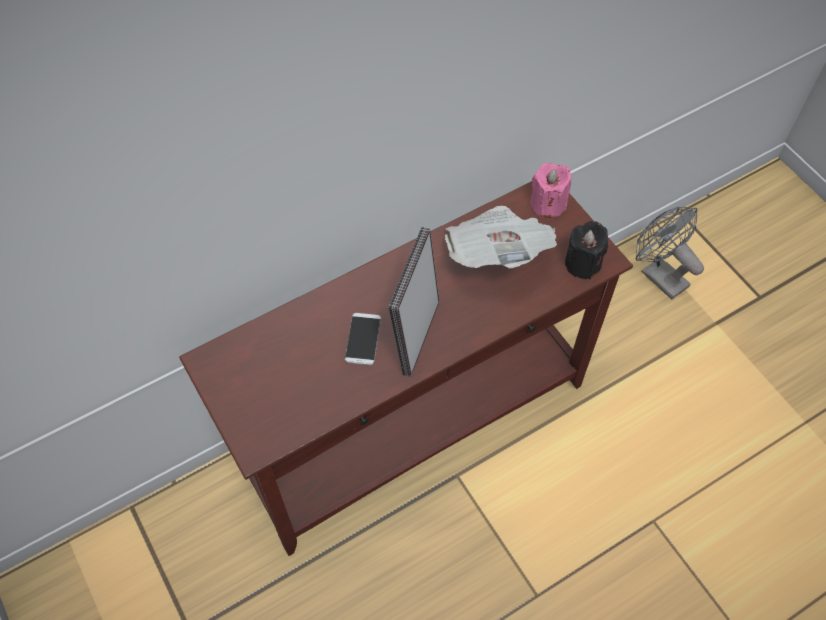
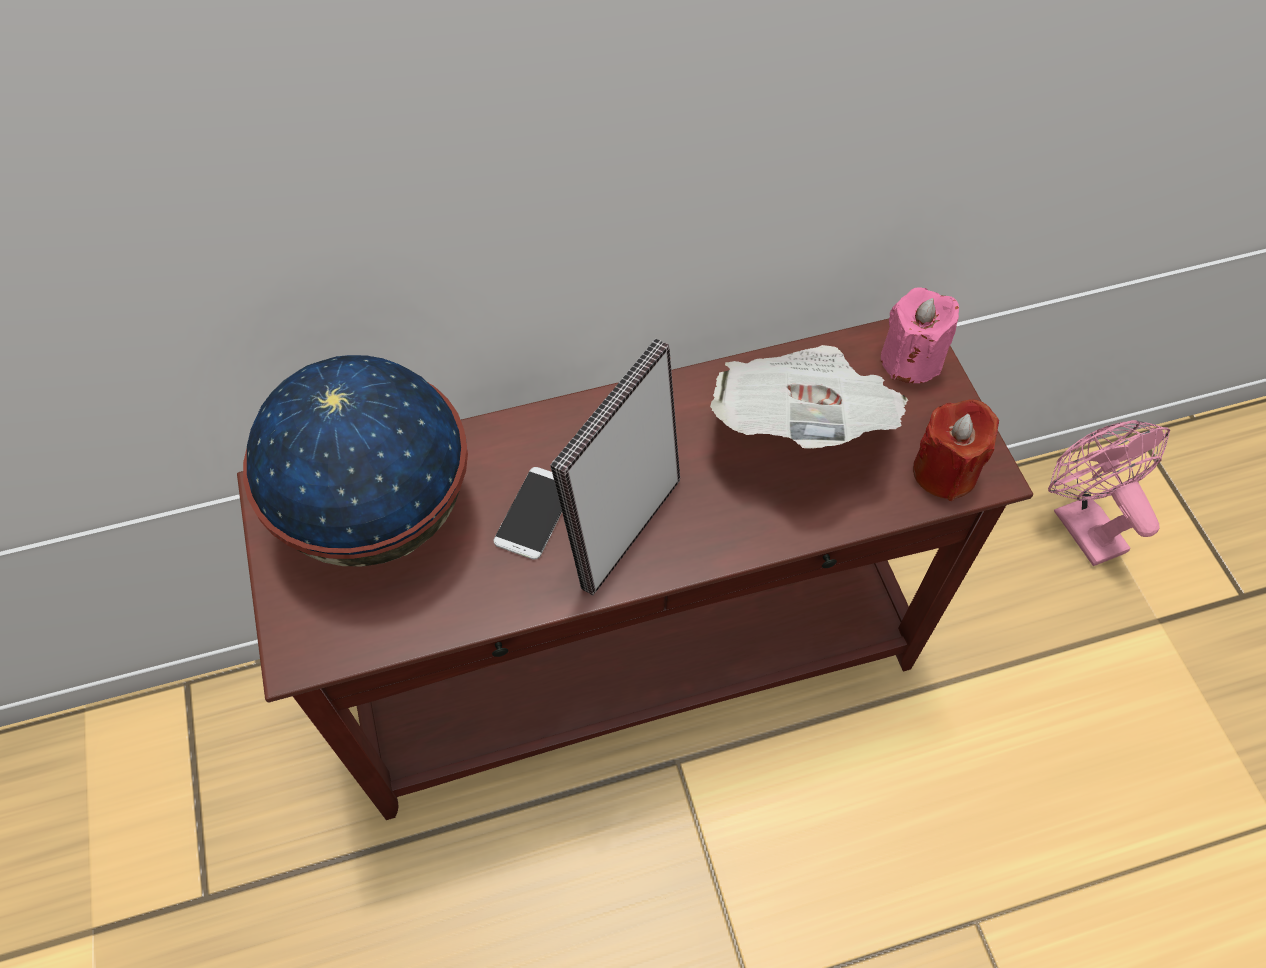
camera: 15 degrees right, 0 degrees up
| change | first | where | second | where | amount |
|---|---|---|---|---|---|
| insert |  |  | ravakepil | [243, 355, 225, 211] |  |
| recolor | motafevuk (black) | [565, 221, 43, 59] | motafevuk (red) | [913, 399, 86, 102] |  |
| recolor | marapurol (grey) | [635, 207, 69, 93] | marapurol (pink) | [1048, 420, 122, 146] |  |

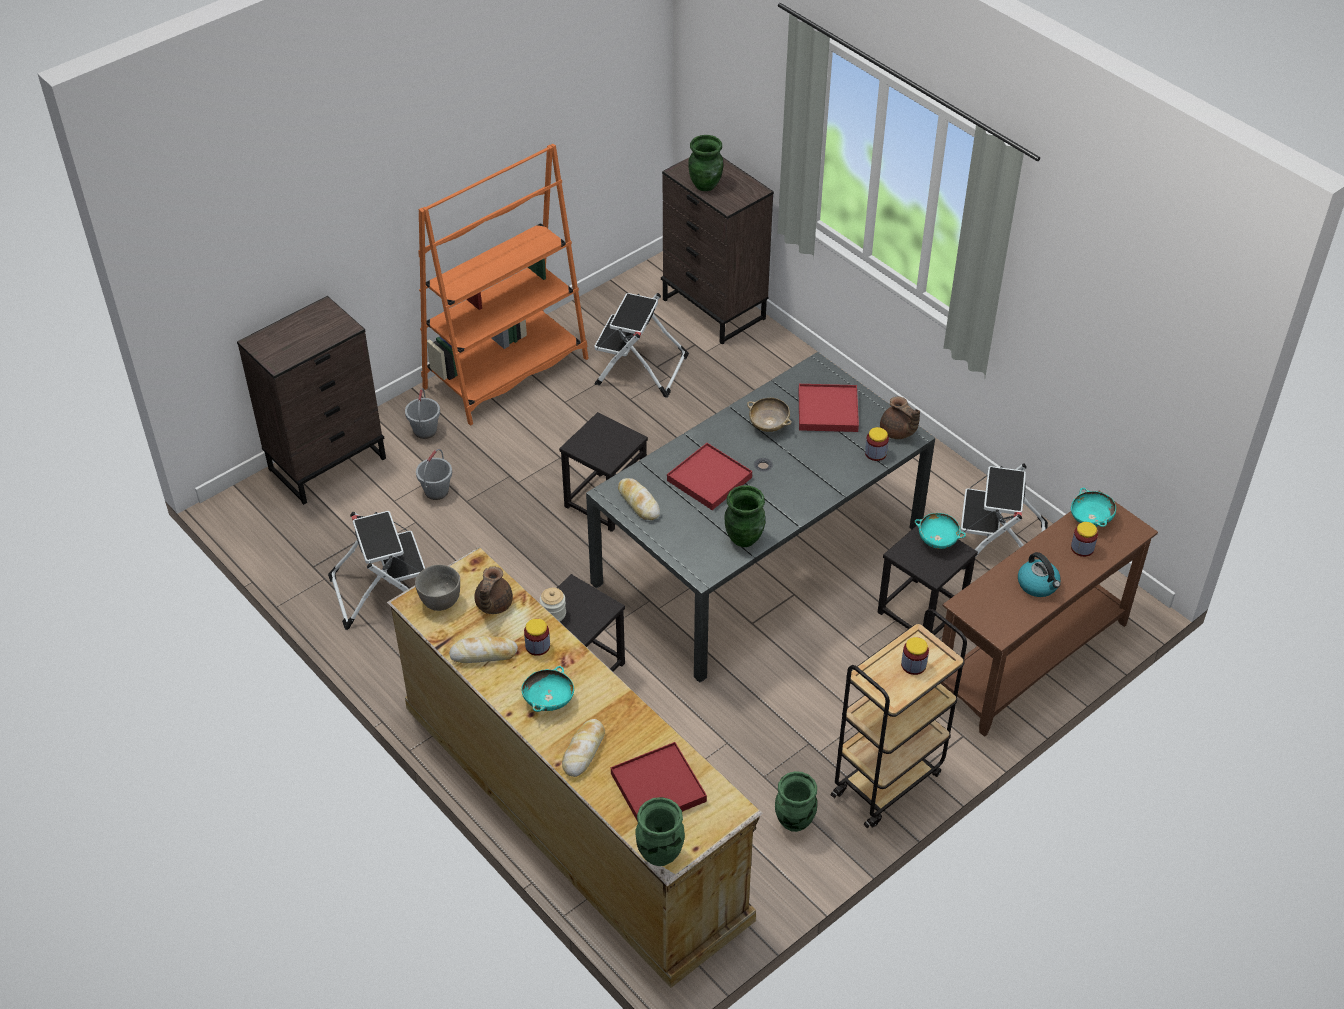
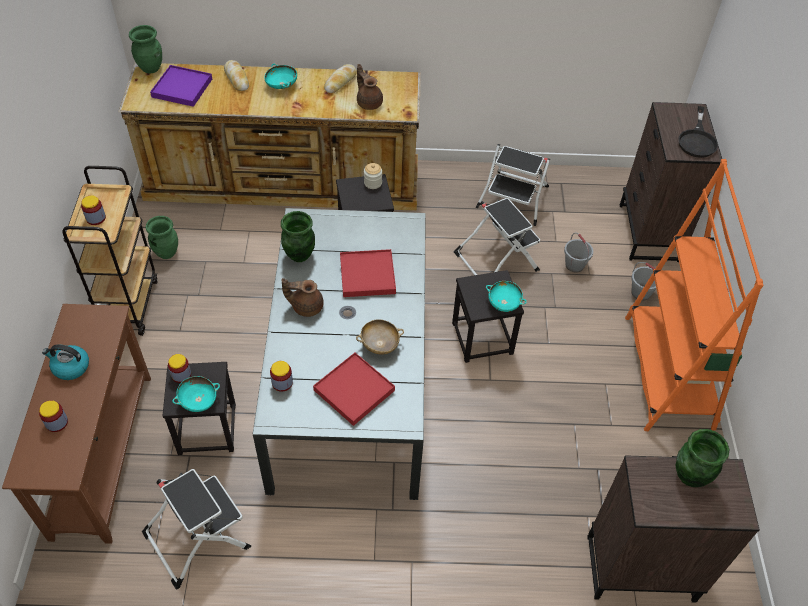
camera: 130 degrees right, 5 degrees up
| change | first | where | second | where | amount |
|---|---|---|---|---|---|
| recolor | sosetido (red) | [611, 742, 96, 80] | sosetido (purple) | [150, 65, 62, 42] |  |
| move | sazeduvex | [524, 618, 26, 38] |  | [168, 354, 23, 29] |  |
| move | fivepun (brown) | [880, 397, 40, 42] |  | [281, 278, 43, 39] |  |
| move | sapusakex | [594, 293, 95, 105] |  | [454, 198, 86, 77] |  |
| move | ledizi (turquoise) | [1071, 488, 45, 39] |  | [486, 281, 41, 31] |  |
| insert |  |  | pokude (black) | [678, 106, 40, 52] |  |
| delete | ledizi (grey) | [415, 565, 45, 46] |  |  |  |
| delete | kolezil | [618, 478, 42, 42] |  |  |  |

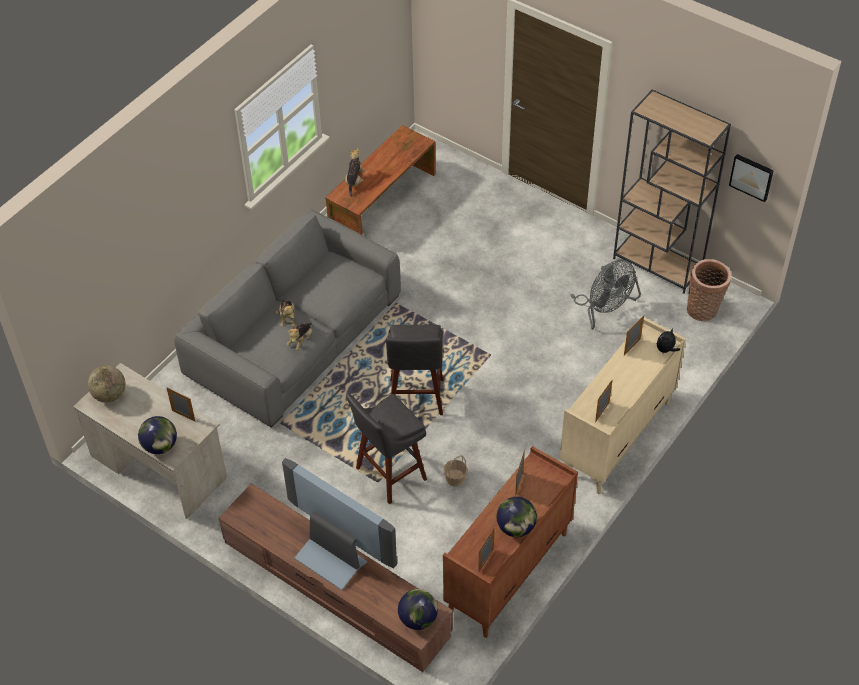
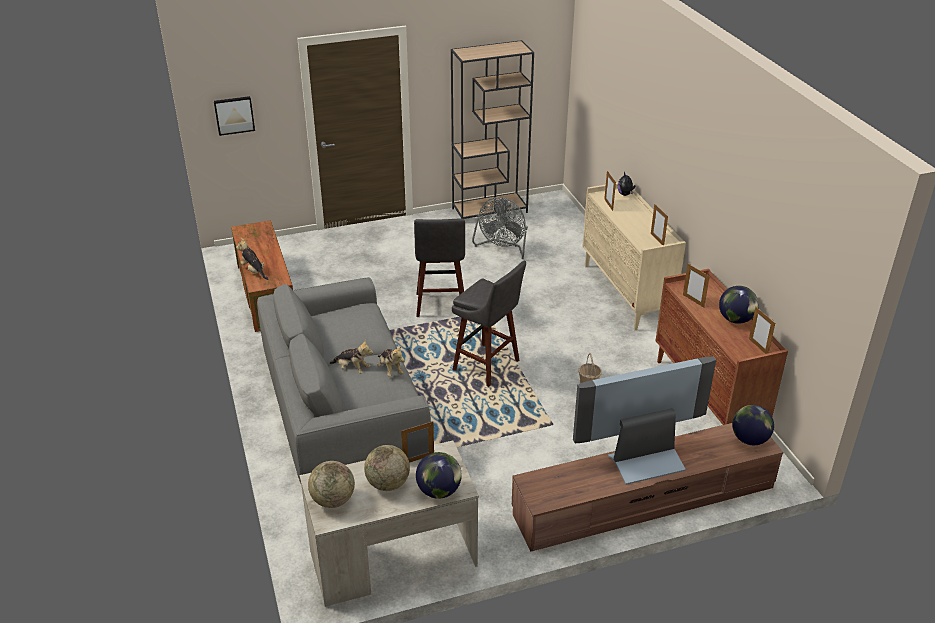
camera: 55 degrees left, 15 degrees down
| change | first | where | second | where | amount |
|---|---|---|---|---|---|
| move | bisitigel | [729, 154, 45, 48] |  | [214, 96, 41, 40] |  |
| insert |  |  | ravakepil | [364, 445, 46, 46] |  |
| move | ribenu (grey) | [346, 393, 81, 111] |  | [414, 218, 51, 99] |  |
| rotate | marapurol (grey) | [570, 260, 71, 70] |  | [472, 197, 56, 62] | 120 degrees clockwise |
| delete | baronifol | [687, 259, 44, 62] |  |  |  |

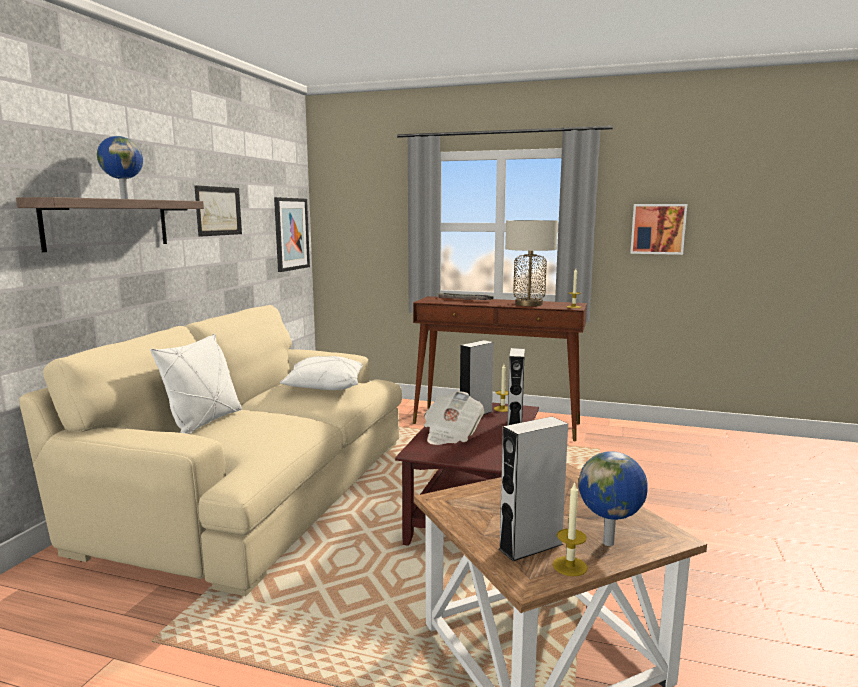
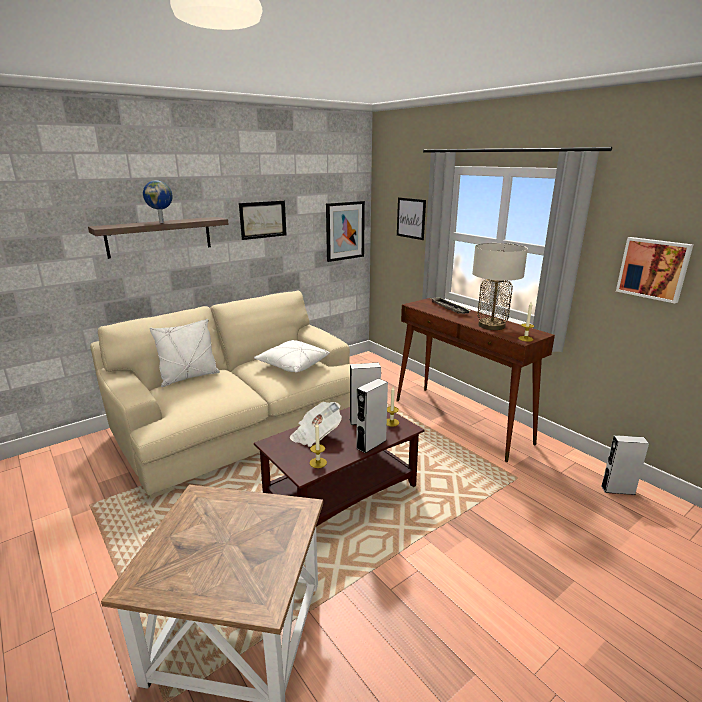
camera: 35 degrees right, 10 degrees up
| change | first | where | second | where | amount |
|---|---|---|---|---|---|
| move | motafevuk | [553, 481, 35, 95] |  | [310, 423, 17, 45] |  |
| insert |  |  | bisitigel | [397, 197, 29, 43] |  |
| move | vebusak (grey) | [499, 417, 69, 144] |  | [601, 435, 48, 60] |  |
| delete | ravakepil | [578, 451, 70, 95] |  |  |  |

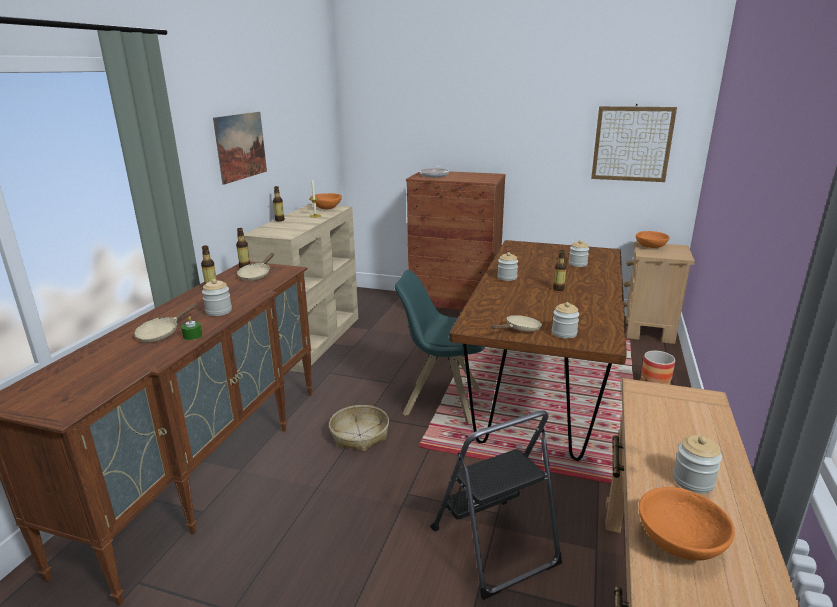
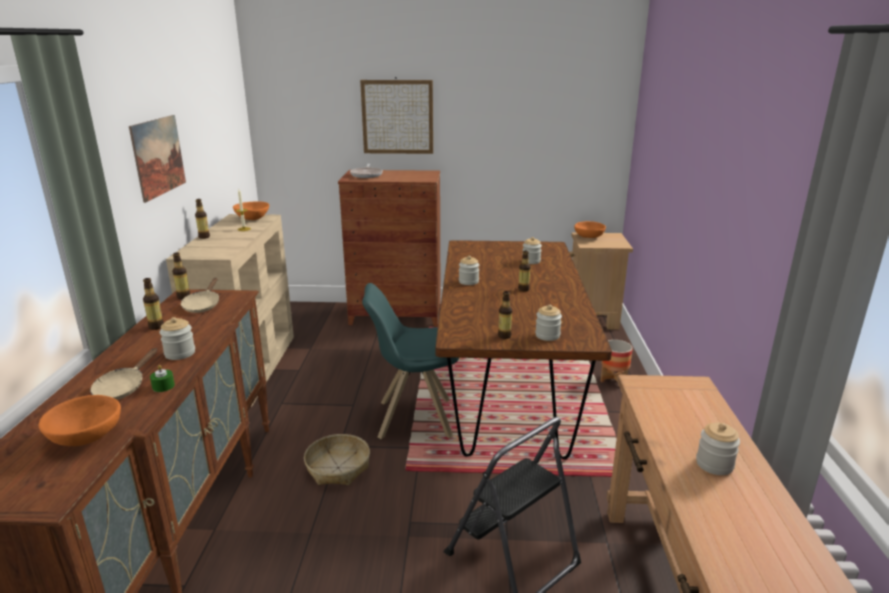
camera: 15 degrees left, 0 degrees up
| change | first | where | second | where | amount |
|---|---|---|---|---|---|
| move | ledizi (orange) | [639, 487, 96, 73] |  | [39, 395, 82, 51] |  |
| move | bisitigel | [591, 104, 86, 78] |  | [360, 77, 73, 77] |  |
| replace | pokude (beige) | [491, 315, 51, 17] | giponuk | [498, 291, 14, 48] |  |

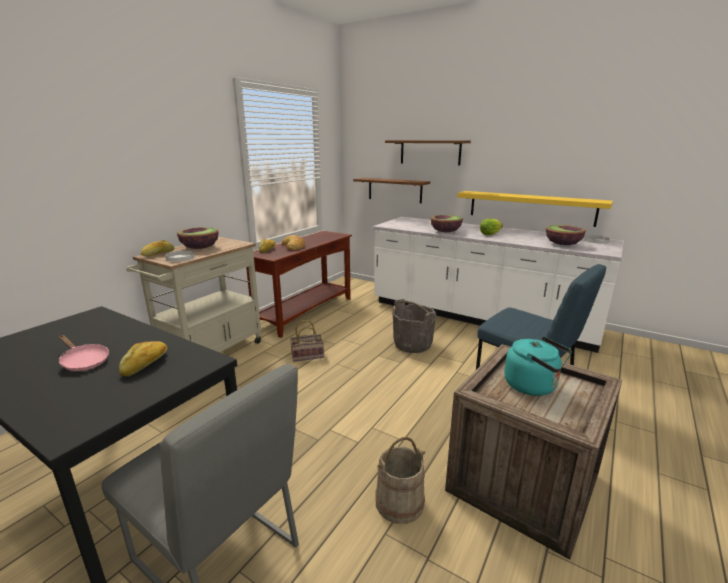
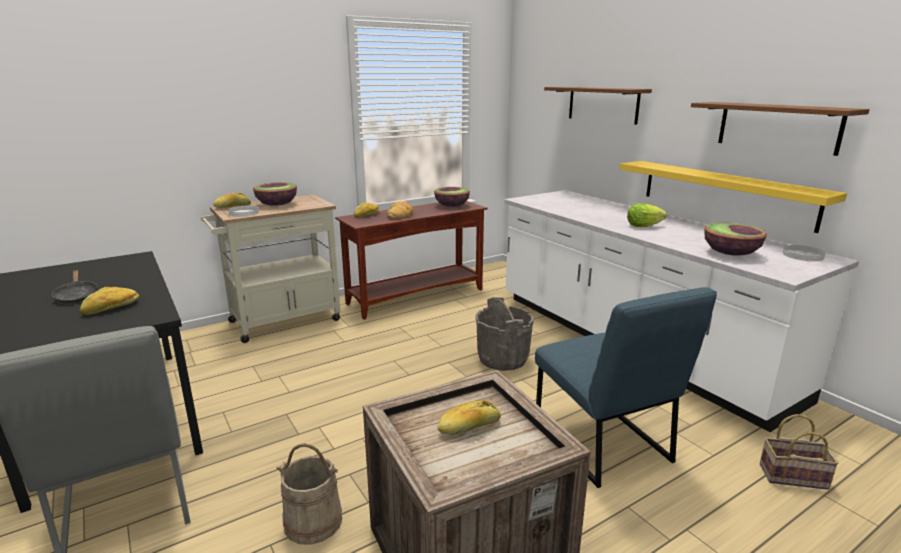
camera: 25 degrees right, 0 degrees up
| change | first | where | second | where | amount |
|---|---|---|---|---|---|
| recolor | pokude (pink) | [59, 335, 50, 36] | pokude (black) | [51, 270, 47, 33] |  |
| move | ledizi | [430, 215, 33, 17] |  | [434, 187, 36, 20] |  |
| replace | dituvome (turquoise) | [504, 337, 68, 59] | kolezil | [437, 401, 64, 34] |  |
| move | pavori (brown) | [353, 178, 77, 25] |  | [691, 102, 179, 54] |  |
| move | baronifol | [290, 320, 34, 42] |  | [760, 414, 79, 76] |  |

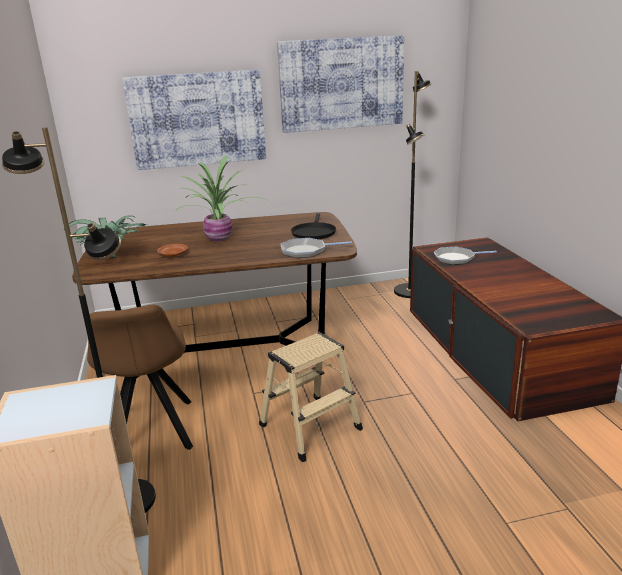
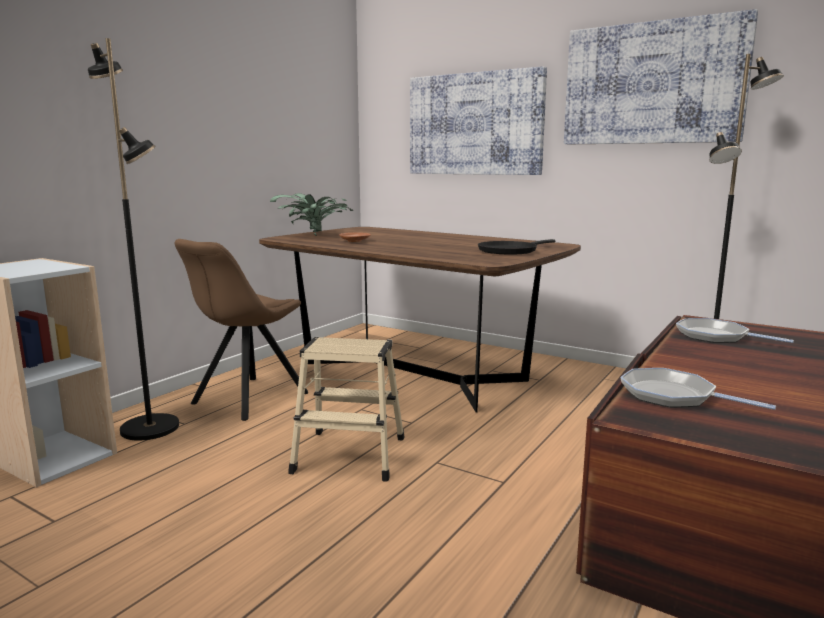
camera: 45 degrees right, 10 degrees down
| change | first | where | second | where | amount |
|---|---|---|---|---|---|
| move | pokude | [281, 238, 71, 20] |  | [620, 368, 156, 42] |  |
| delete | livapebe | [174, 155, 91, 86] |  |  |  |

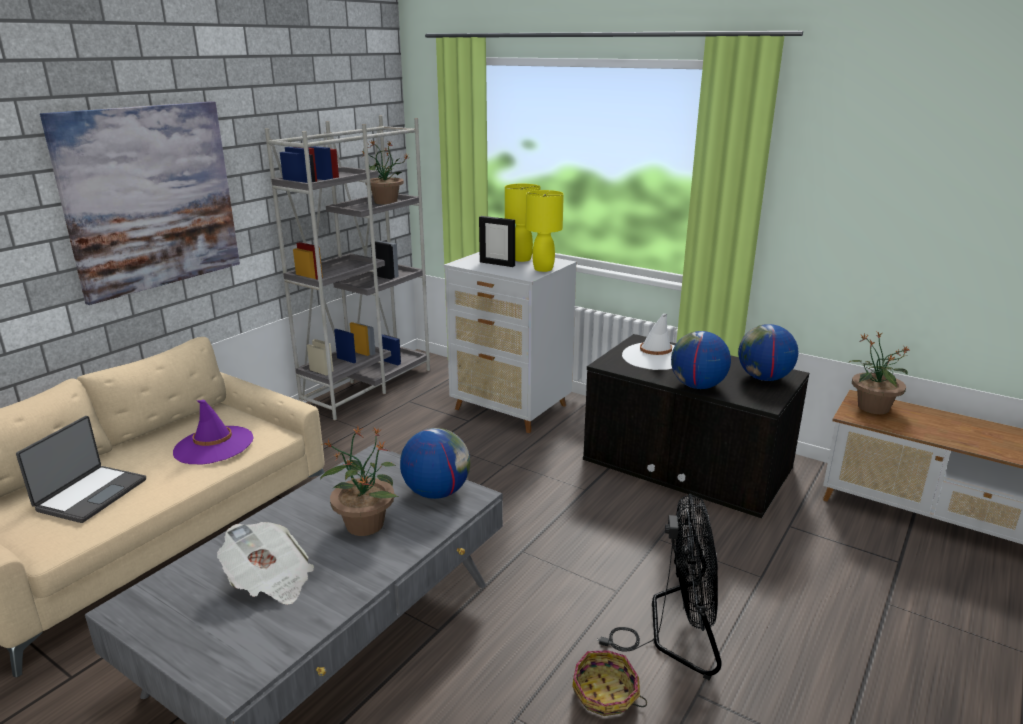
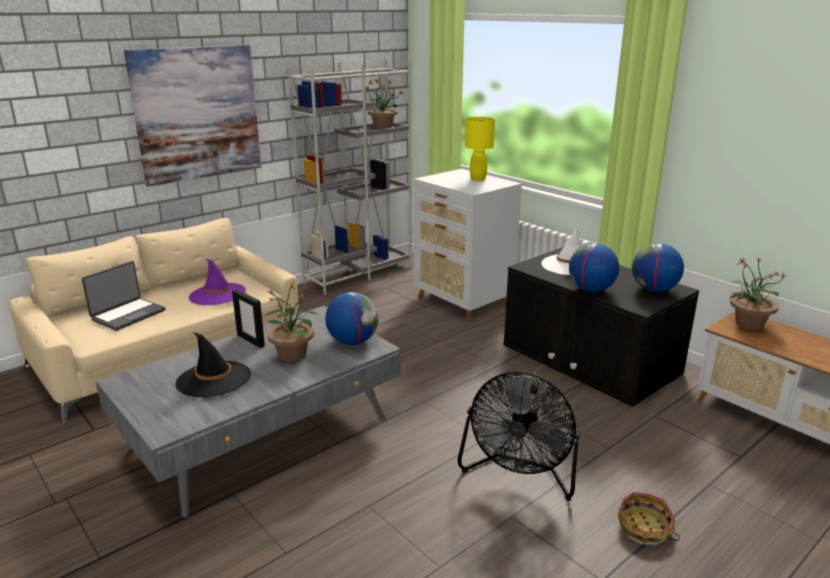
camera: 15 degrees right, 0 degrees up
| change | first | where | second | where | amount |
|---|---|---|---|---|---|
| replace | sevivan | [217, 522, 97, 83] | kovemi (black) | [175, 332, 76, 65] |  |
| move | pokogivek | [479, 216, 36, 51] |  | [232, 289, 33, 59] |  |
| rotate | marapurol (black) | [598, 494, 124, 186] |  | [458, 372, 122, 129] | 90 degrees clockwise |
| move | baronifol | [572, 650, 75, 66] |  | [618, 492, 62, 51] |  |
| delete | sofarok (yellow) | [526, 190, 38, 82] |  |  |  |

